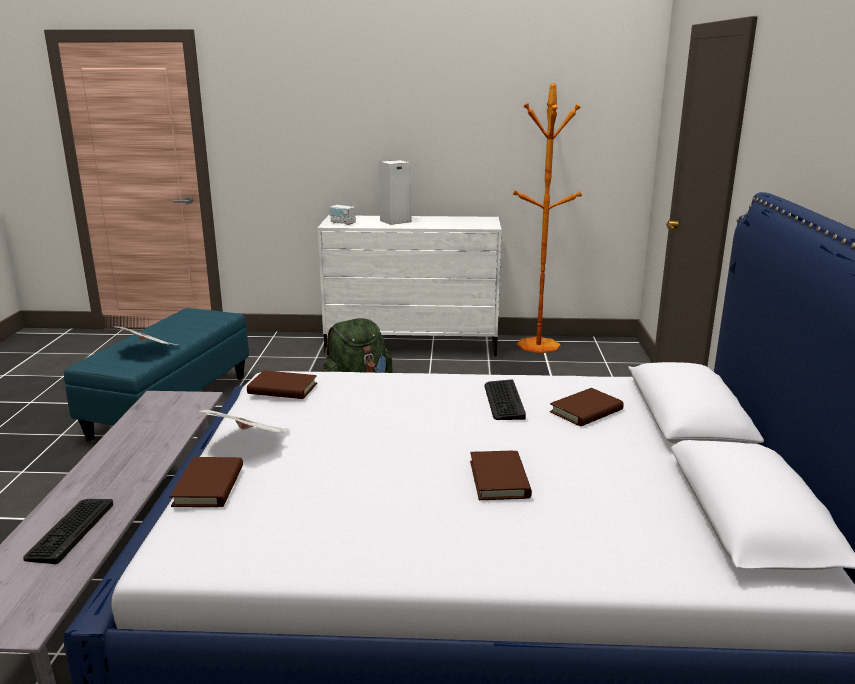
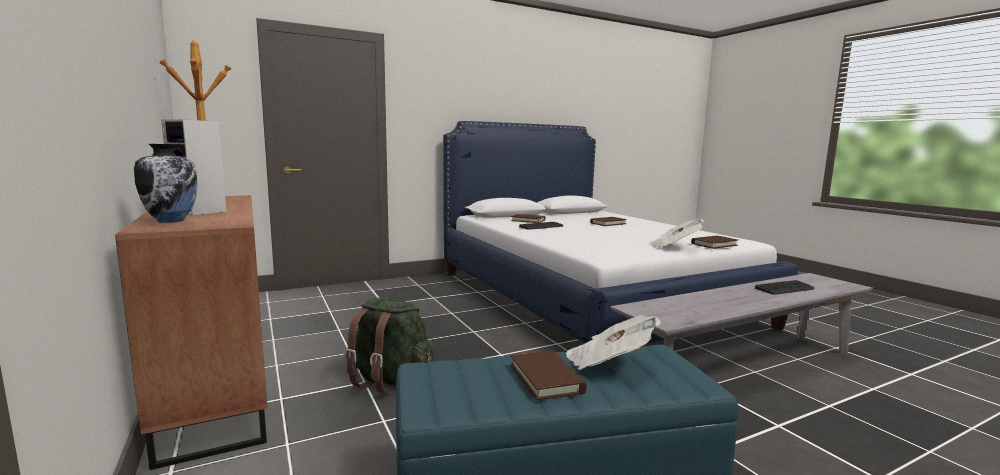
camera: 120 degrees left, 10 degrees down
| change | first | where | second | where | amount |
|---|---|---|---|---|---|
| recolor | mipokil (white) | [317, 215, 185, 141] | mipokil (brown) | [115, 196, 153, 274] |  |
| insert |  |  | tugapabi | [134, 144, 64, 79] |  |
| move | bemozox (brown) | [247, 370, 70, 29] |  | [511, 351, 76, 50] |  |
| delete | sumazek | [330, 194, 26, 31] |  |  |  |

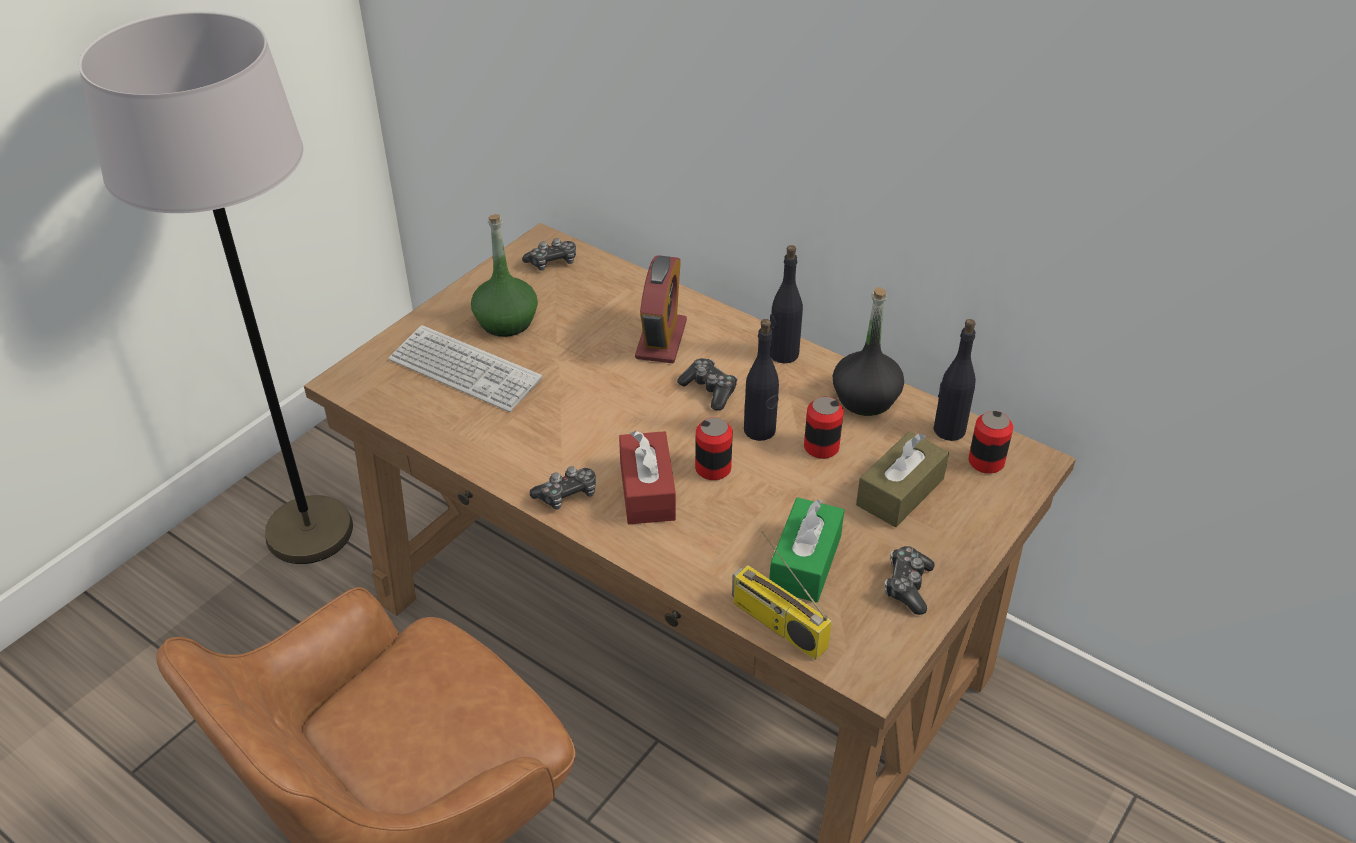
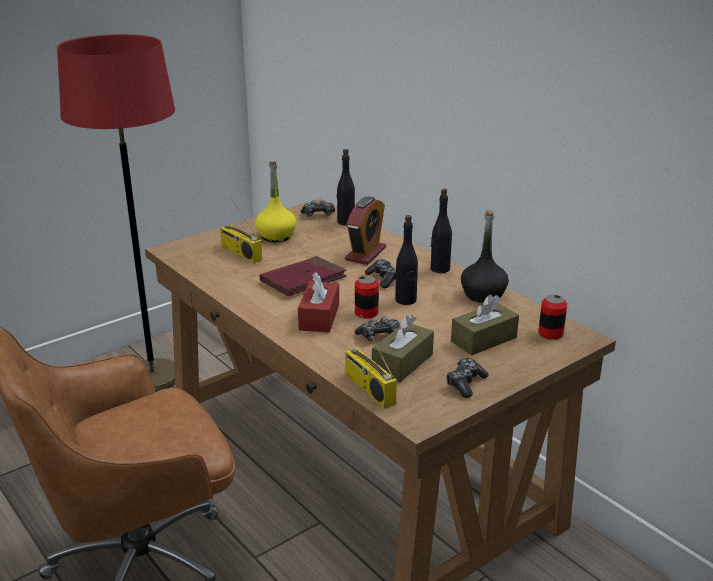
camera: 15 degrees right, 15 degrees down
| change | first | where | second | where | amount |
|---|---|---|---|---|---|
| recolor | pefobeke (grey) | [79, 11, 274, 553] | pefobeke (red) | [57, 34, 118, 358] |  |
| replace | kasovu | [389, 325, 154, 87] | sumazek | [220, 197, 42, 66] |  |
| recolor | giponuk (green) | [471, 214, 67, 123] | giponuk (yellow) | [255, 161, 42, 81] |  |
| insert |  |  | bemozox (red) | [260, 256, 86, 40] |  |
| move | giponuk (black) | [933, 319, 43, 122] |  | [337, 149, 18, 76] |  |
| move | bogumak | [530, 466, 66, 44] |  | [355, 316, 45, 25] |  |
| recolor | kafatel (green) | [769, 497, 75, 106] | kafatel (brown) | [372, 315, 62, 67] |  |
| delete | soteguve | [804, 397, 40, 62] |  |  |  |

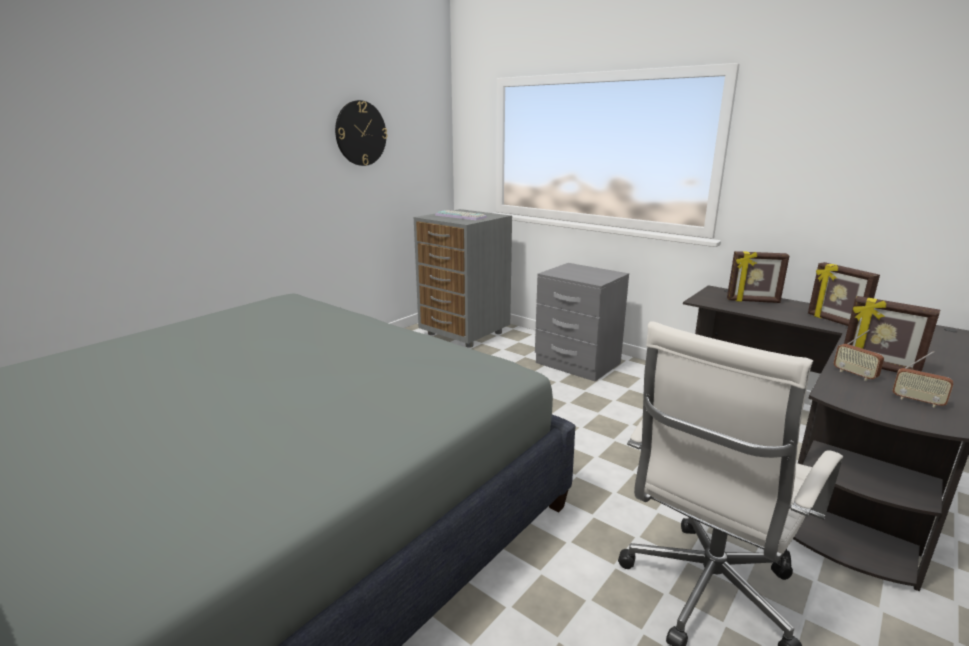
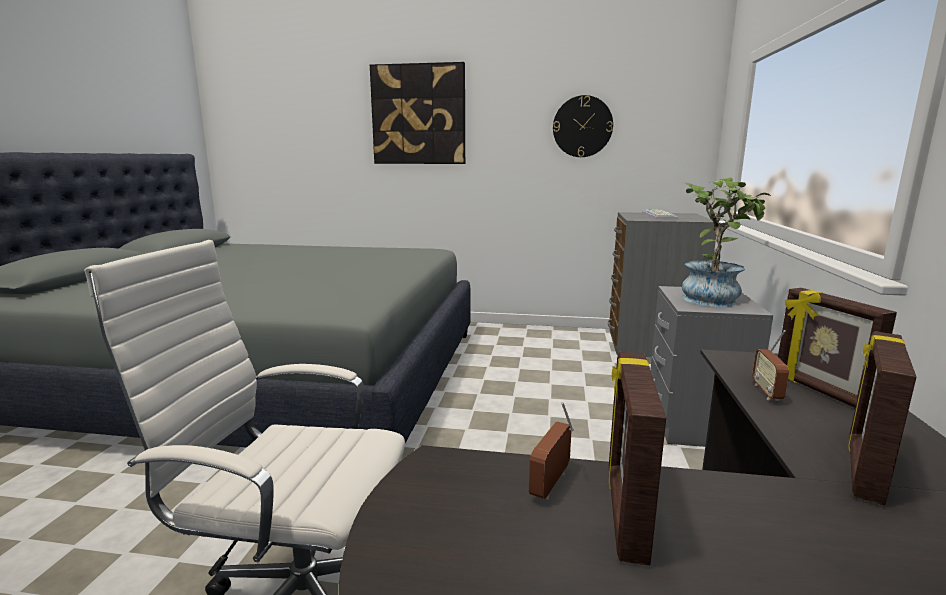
camera: 60 degrees right, 5 degrees down
| change | first | where | second | where | amount |
|---|---|---|---|---|---|
| insert |  |  | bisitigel | [370, 62, 95, 102] |  |
| insert |  |  | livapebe | [682, 177, 89, 130] |  |
| move | sumazek | [892, 351, 61, 57] |  | [752, 330, 37, 71] |  |

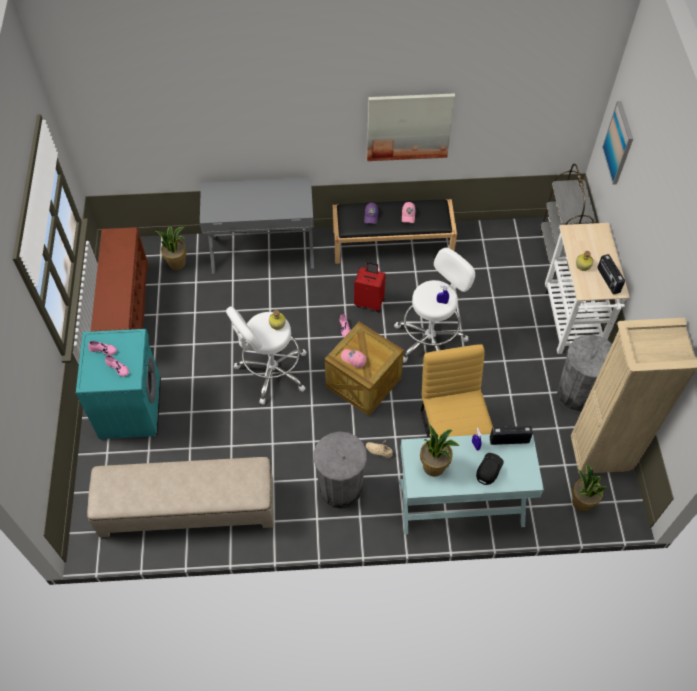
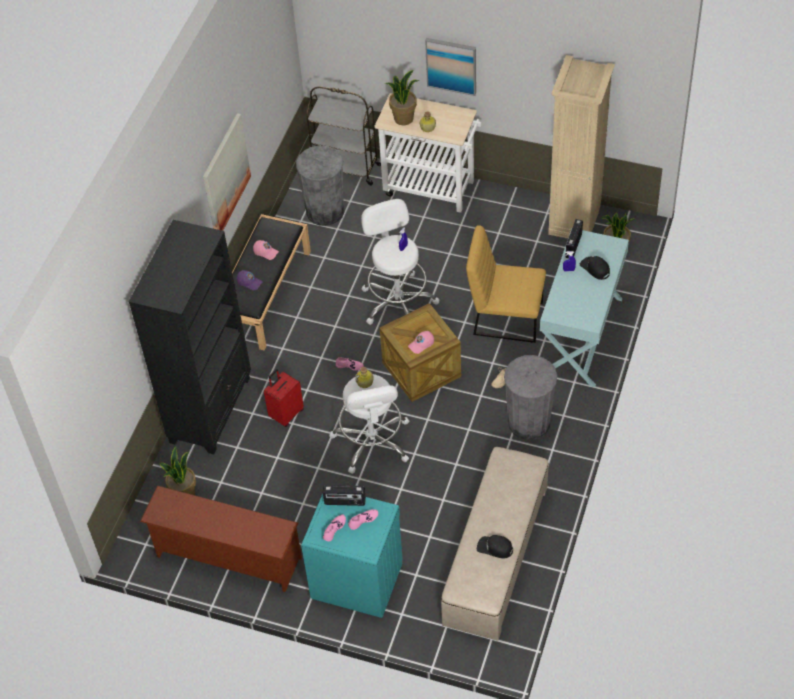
camera: 65 degrees left, 5 degrees down
| change | first | where | second | where | amount |
|---|---|---|---|---|---|
| replace | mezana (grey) | [200, 177, 114, 97] | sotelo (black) | [129, 220, 122, 234] |  |
| move | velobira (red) | [354, 262, 32, 51] |  | [264, 369, 40, 58] |  |
| move | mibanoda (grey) | [557, 335, 55, 76] |  | [296, 146, 48, 80] |  |
| move | sumazek | [597, 254, 28, 41] |  | [323, 485, 43, 21] |  |
| move | livapebe | [420, 424, 39, 53] |  | [385, 70, 34, 55] |  |
| move | bisitigel | [602, 101, 31, 84] |  | [425, 38, 51, 58] |  |
| insert |  |  | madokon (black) | [477, 535, 36, 24] |  |

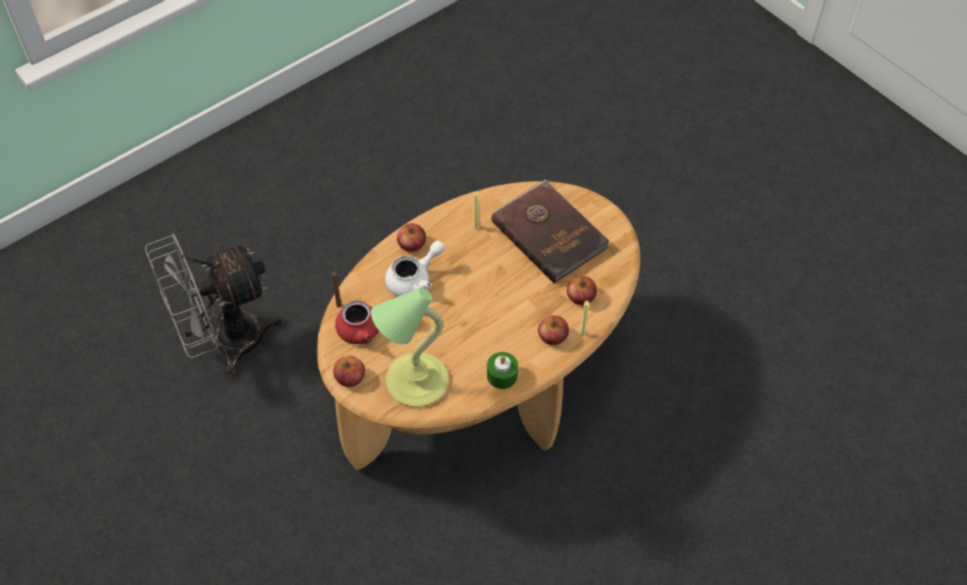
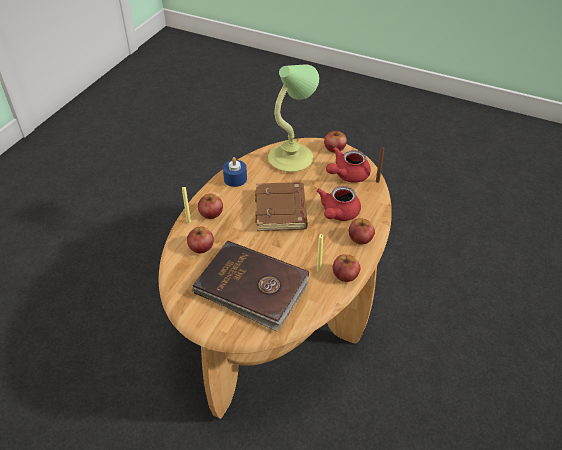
camera: 155 degrees right, 10 degrees down
| change | first | where | second | where | amount |
|---|---|---|---|---|---|
| recolor | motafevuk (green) | [487, 352, 31, 37] | motafevuk (blue) | [223, 157, 24, 30] |  |
| insert |  |  | bemozox (brown) | [255, 182, 52, 49] |  |
| recolor | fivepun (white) | [385, 240, 60, 57] | fivepun (red) | [317, 186, 44, 35] |  |
| insert |  |  | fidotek | [333, 254, 28, 28] |  |
| delete | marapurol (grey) | [145, 234, 138, 143] |  |  |  |

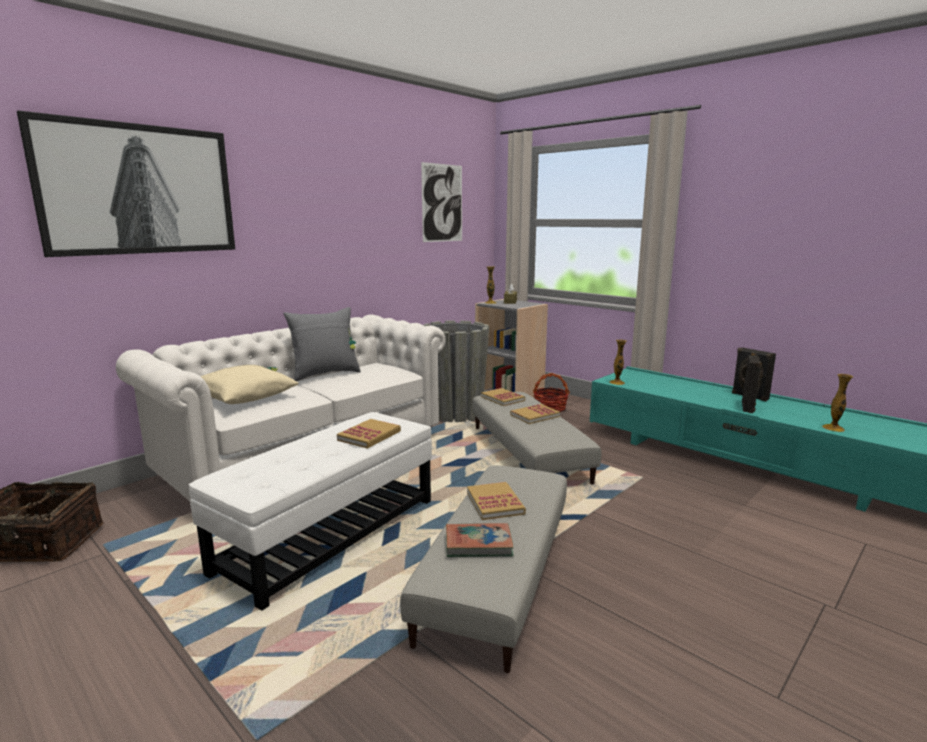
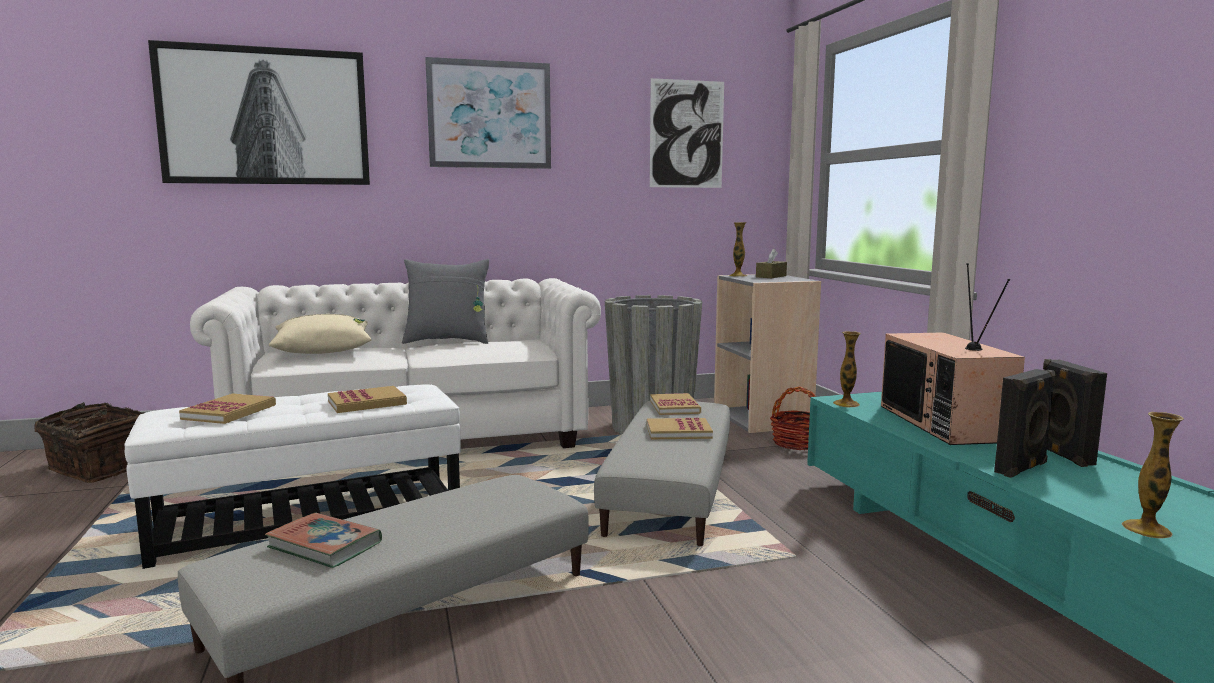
camera: 30 degrees right, 5 degrees down
| change | first | where | second | where | amount |
|---|---|---|---|---|---|
| move | bemozox | [467, 482, 59, 38] |  | [179, 393, 97, 31] |  |
| insert |  |  | bisitigel | [425, 57, 126, 112] |  |
| insert |  |  | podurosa | [881, 263, 144, 182] |  |

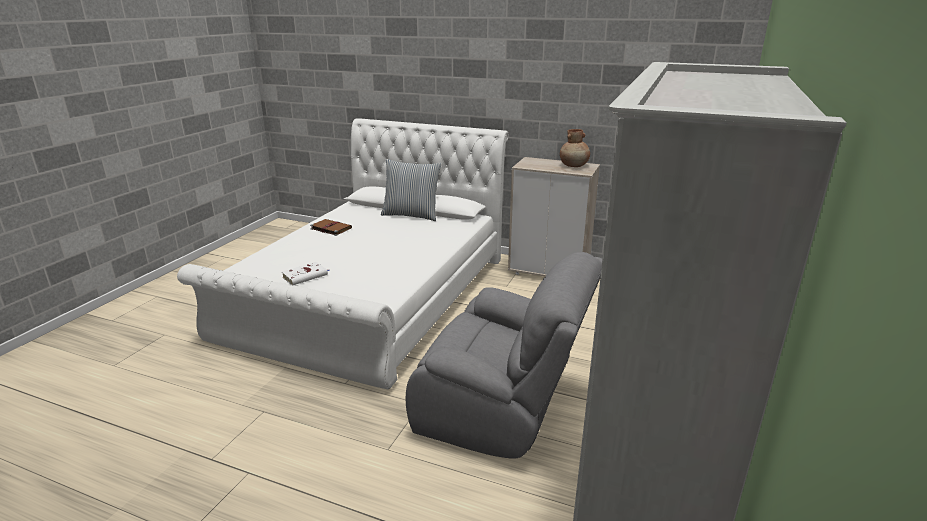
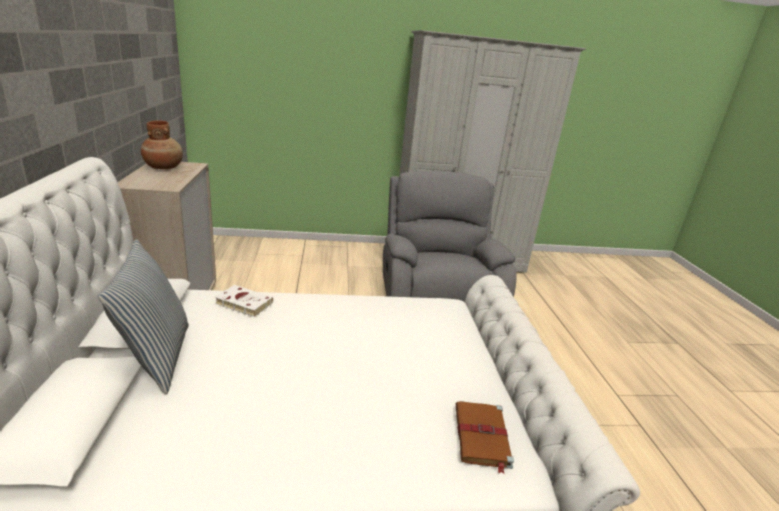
camera: 120 degrees left, 0 degrees up
| change | first | where | second | where | amount |
|---|---|---|---|---|---|
| move | bemozox (white) | [282, 262, 48, 23] |  | [215, 285, 59, 32] |  |
| move | bemozox (brown) | [310, 219, 42, 17] |  | [456, 401, 58, 73] |  |

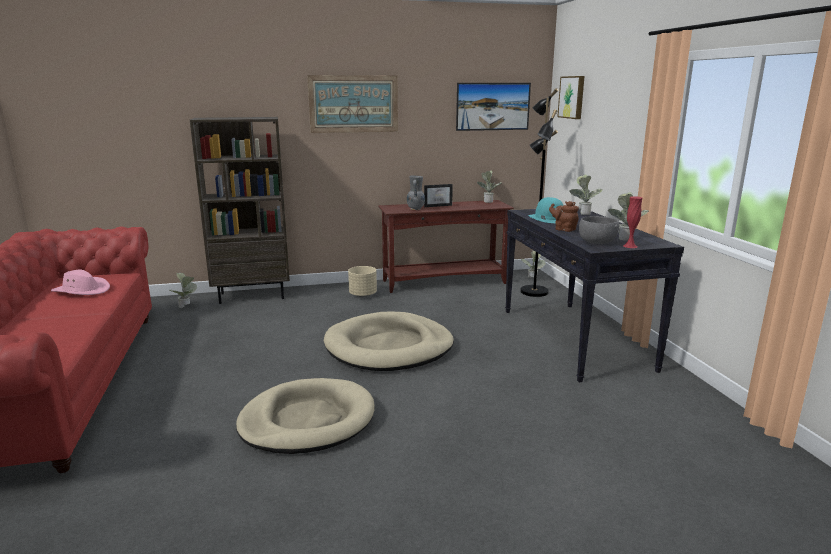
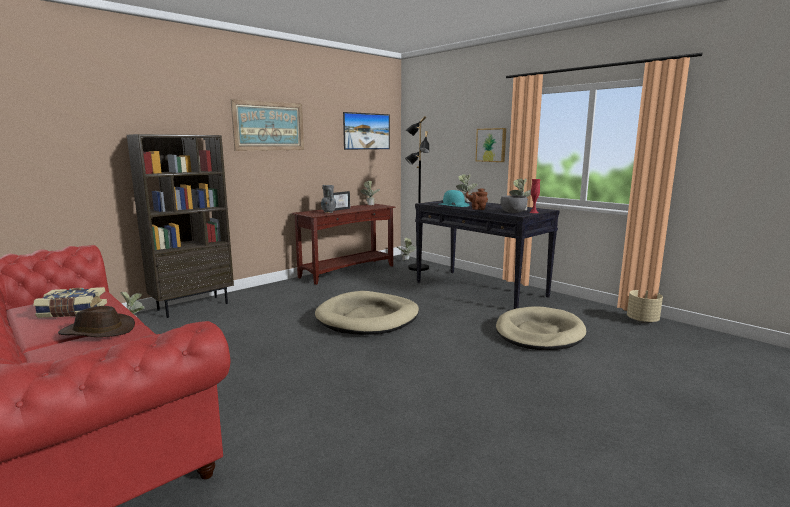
camera: 30 degrees left, 5 degrees down
| change | first | where | second | where | amount |
|---|---|---|---|---|---|
| replace | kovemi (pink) | [51, 270, 59, 25] | bemozox | [33, 287, 74, 31] |  |
| insert |  |  | kovemi (brown) | [58, 306, 77, 31] |  |
| move | bisitigel | [557, 76, 28, 43] |  | [476, 128, 30, 34] |  |
| move | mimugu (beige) | [236, 378, 139, 76] |  | [496, 306, 90, 44] |  |
| move | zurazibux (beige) | [348, 266, 29, 31] |  | [627, 290, 36, 33] |  |

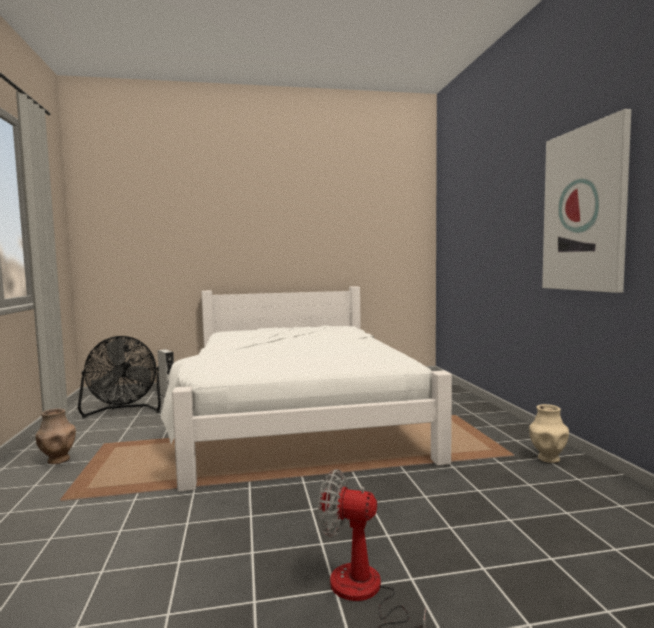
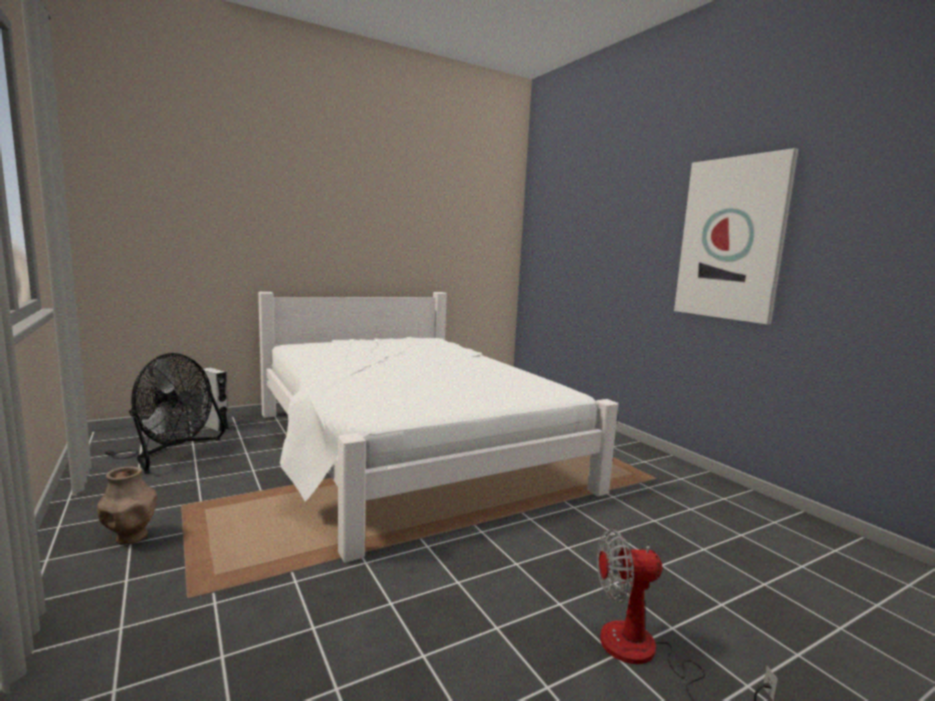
camera: 20 degrees left, 5 degrees up
| change | first | where | second | where | amount |
|---|---|---|---|---|---|
| rotate | marapurol (black) | [78, 336, 83, 82] |  | [105, 353, 120, 121] | 45 degrees counterclockwise |
| delete | tugapabi (beige) | [529, 404, 40, 59] |  |  |  |

